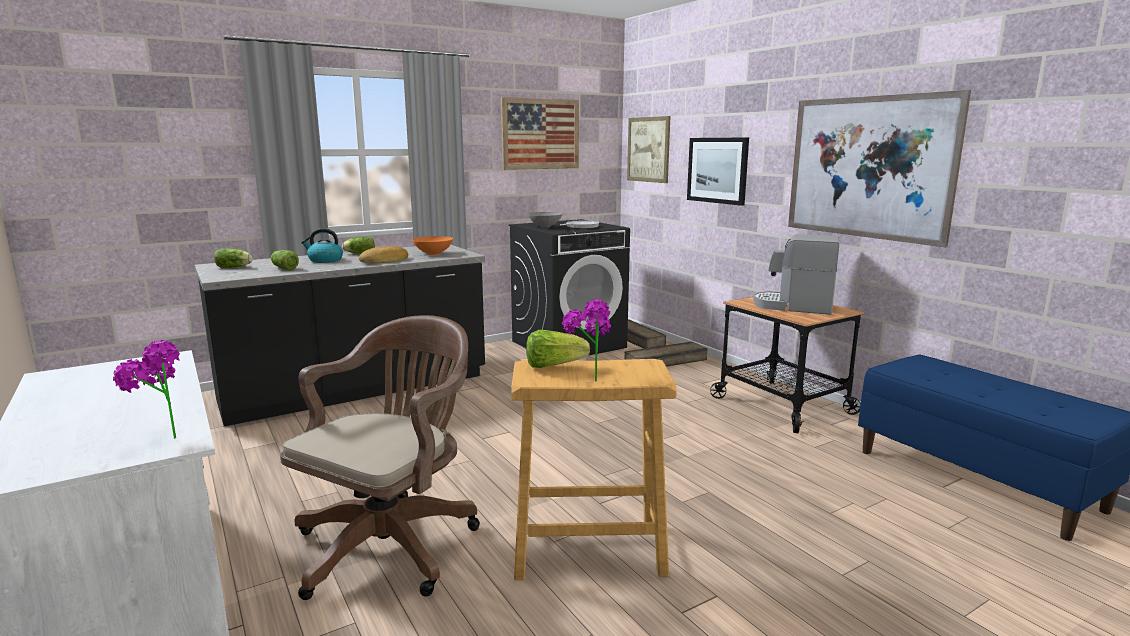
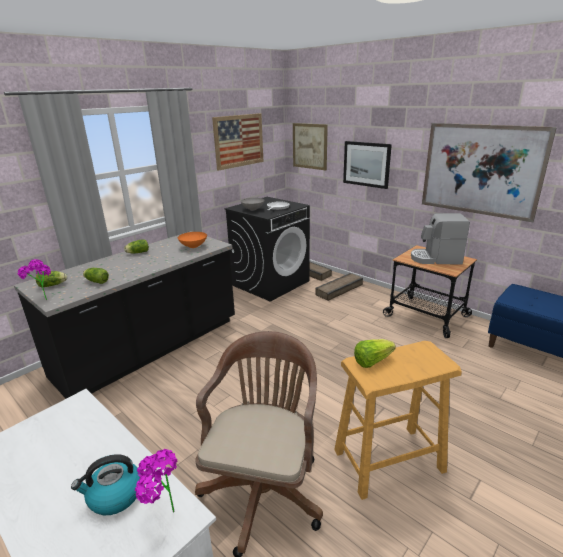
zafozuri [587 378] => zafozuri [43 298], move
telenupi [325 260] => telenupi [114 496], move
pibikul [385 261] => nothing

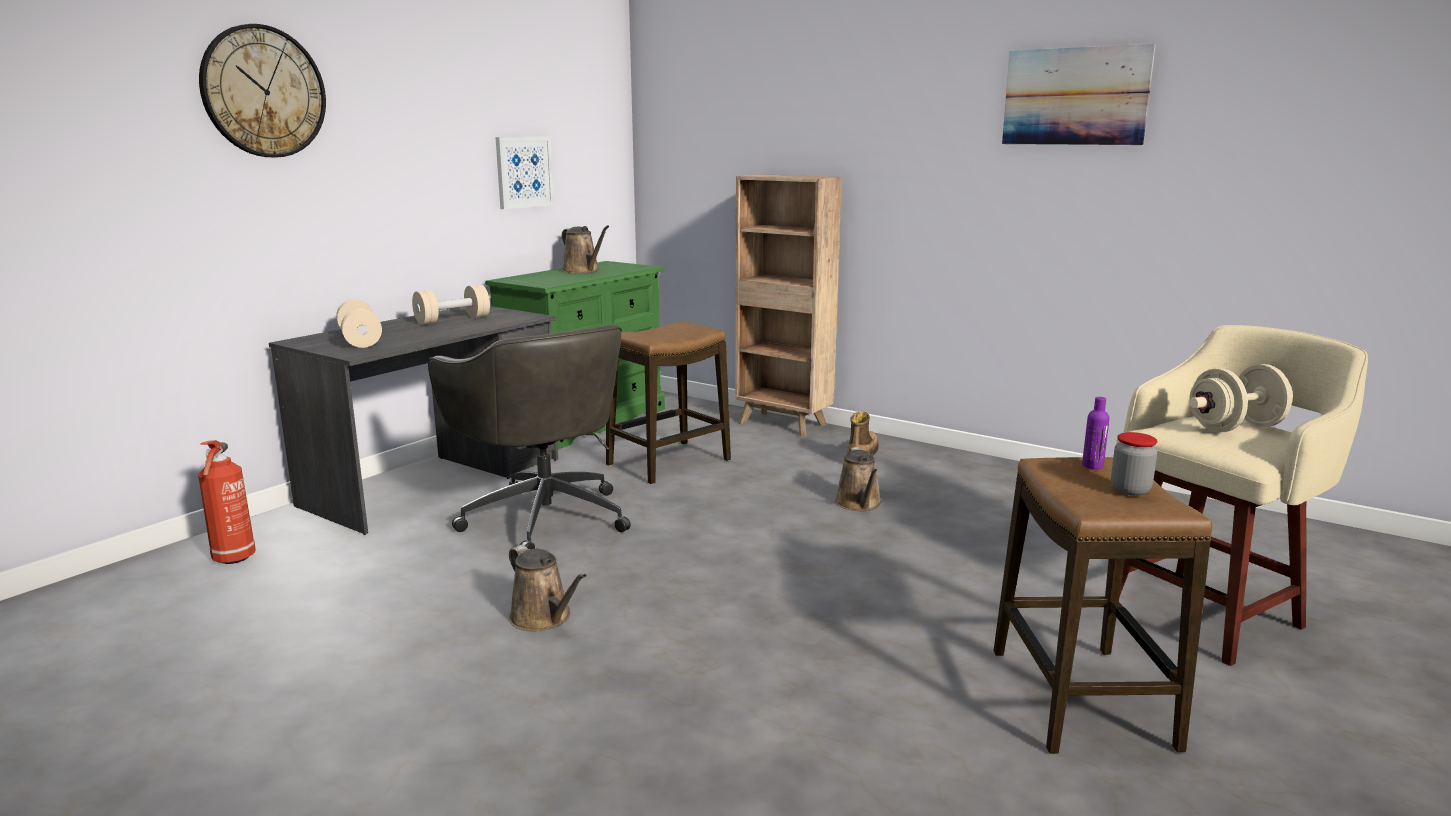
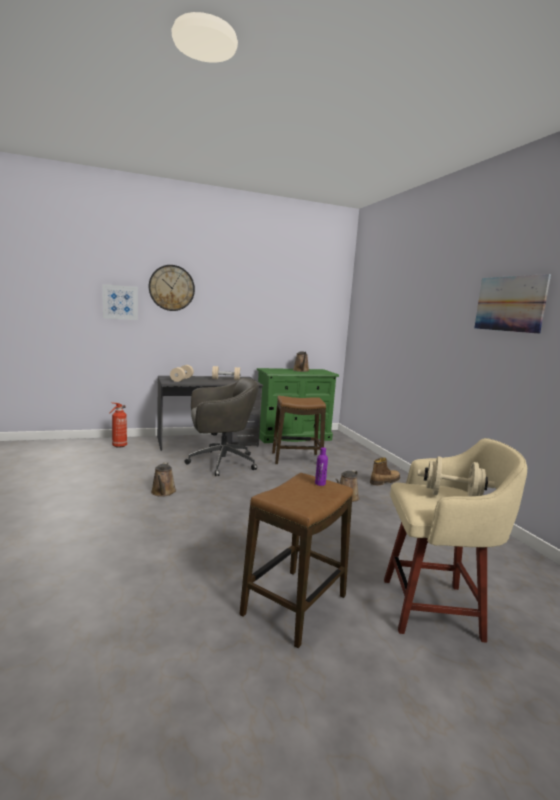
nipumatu [523 172] => nipumatu [120 302], move
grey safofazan [544 517] => grey safofazan [220 463], 105 degrees counterclockwise
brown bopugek [784 424] => nothing
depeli [1130 490] => nothing

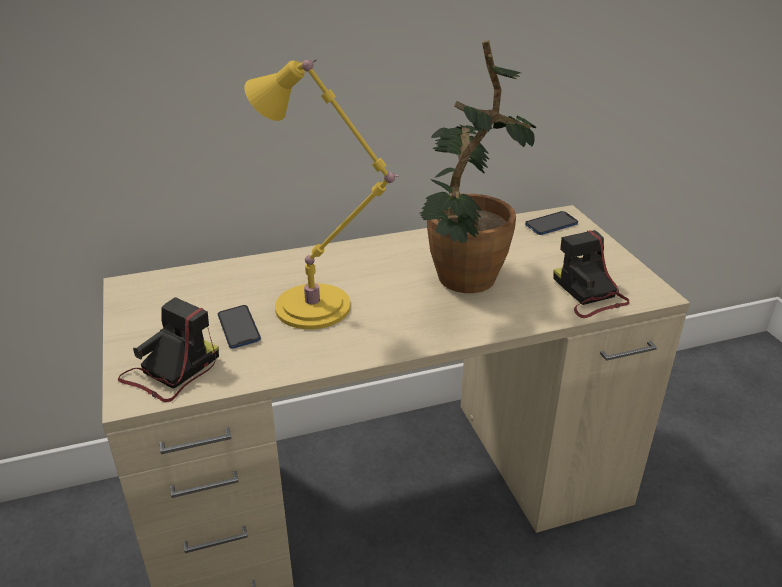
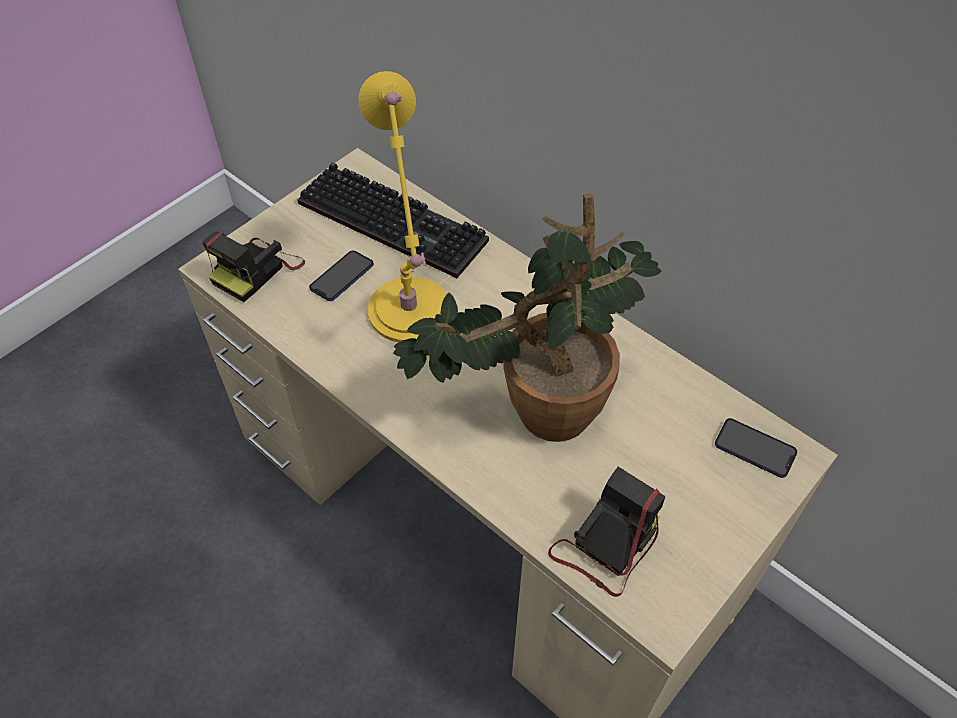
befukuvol [171 371] => befukuvol [257 270], 120 degrees clockwise
nothing => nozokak [397 221]

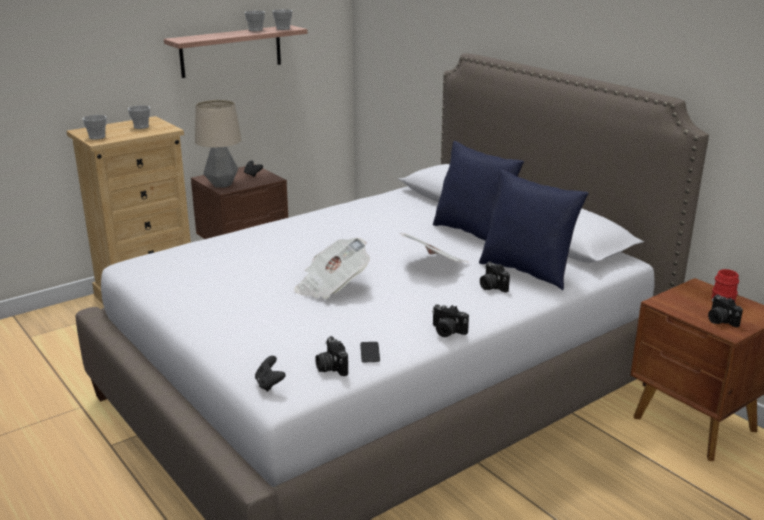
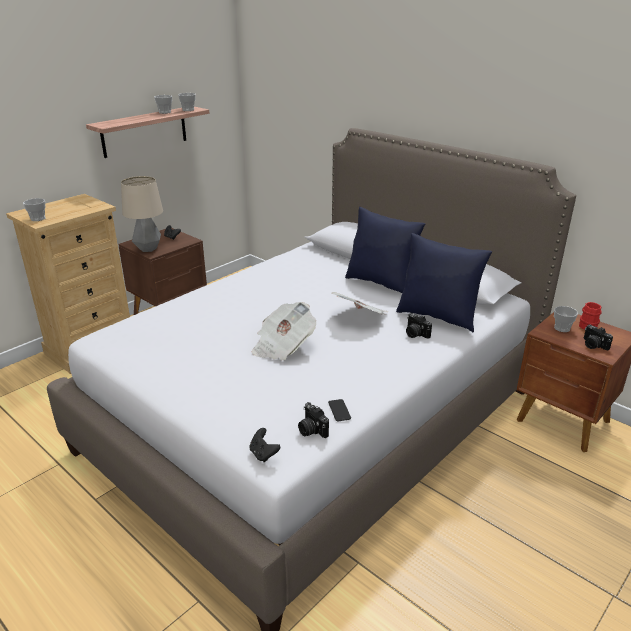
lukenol [141 127] => lukenol [562 328], move
befukuvol [447 331] => nothing

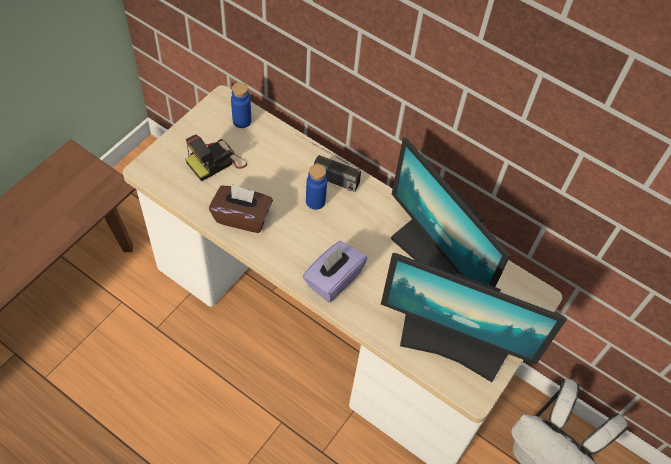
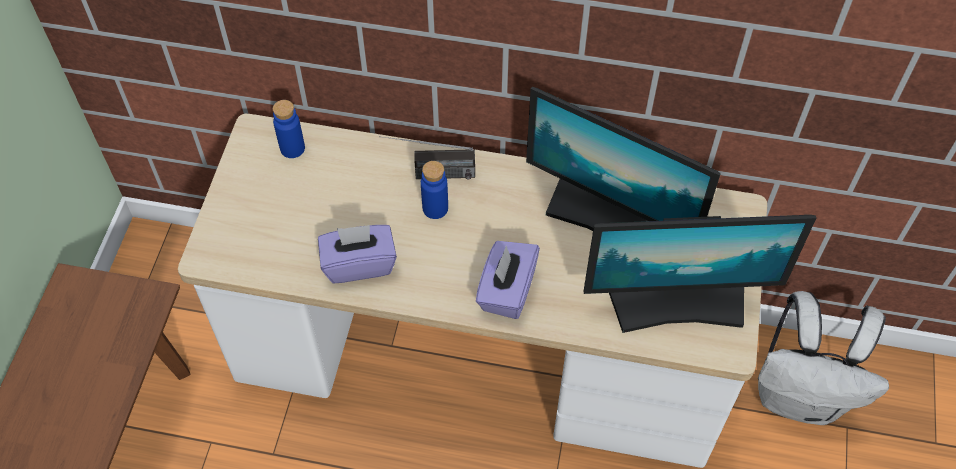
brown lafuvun [242 217] => purple lafuvun [359 264]
befukuvol [216 161] => nothing

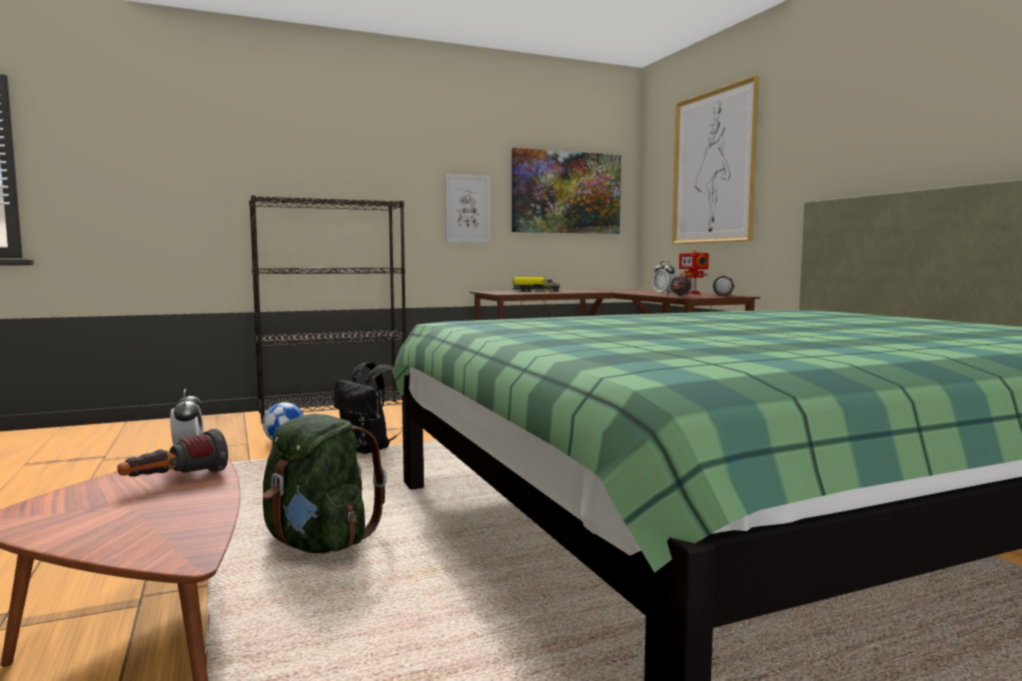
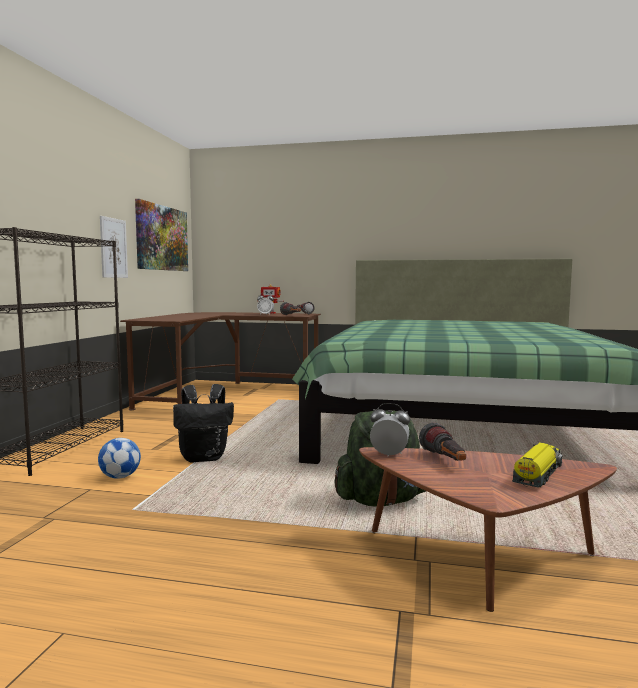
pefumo [535 291] => pefumo [538 474], move
nipumatu [713 167] => nothing

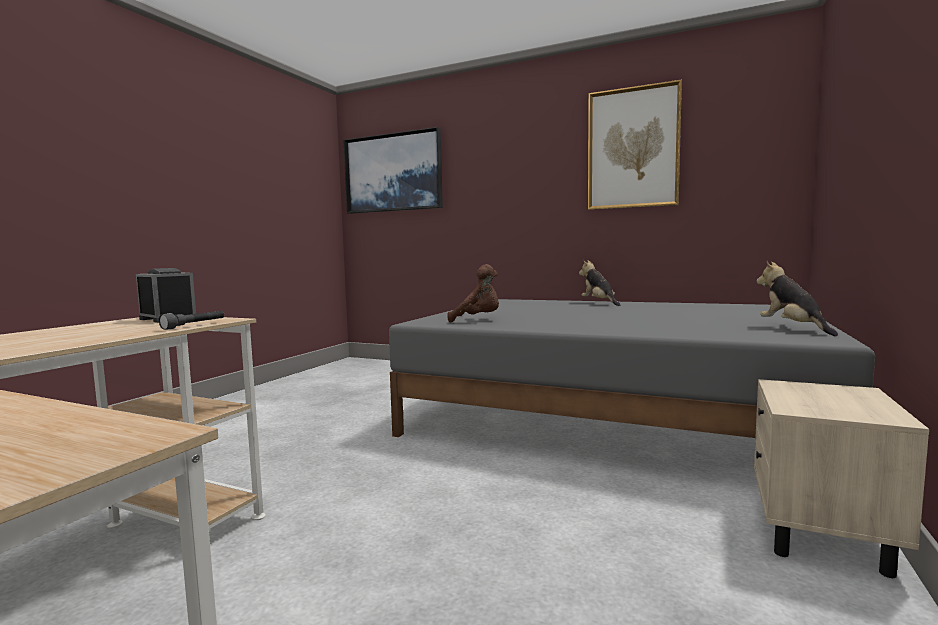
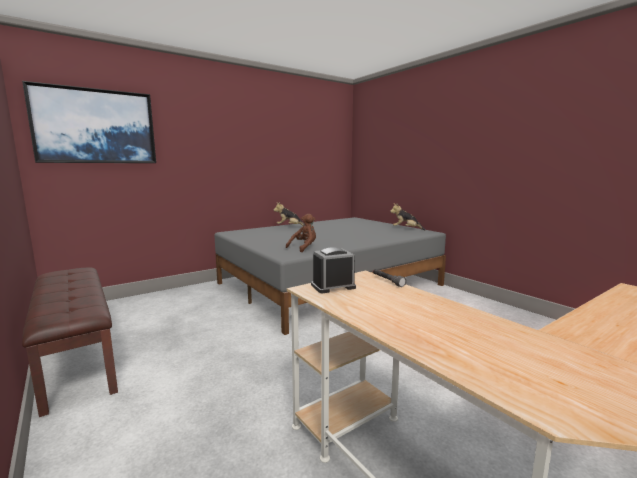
nothing => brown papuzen [76 356]
nipumatu [633 148] => nothing
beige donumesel [820 534] => nothing

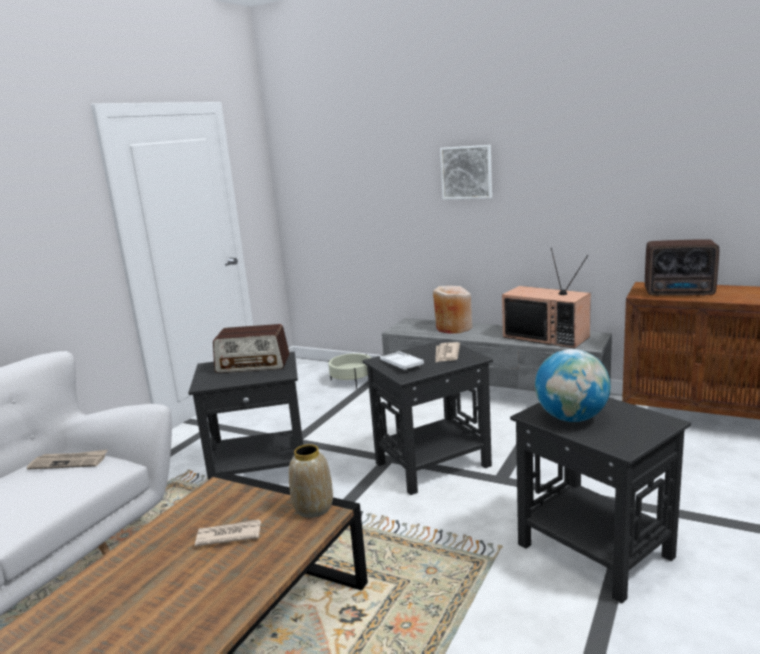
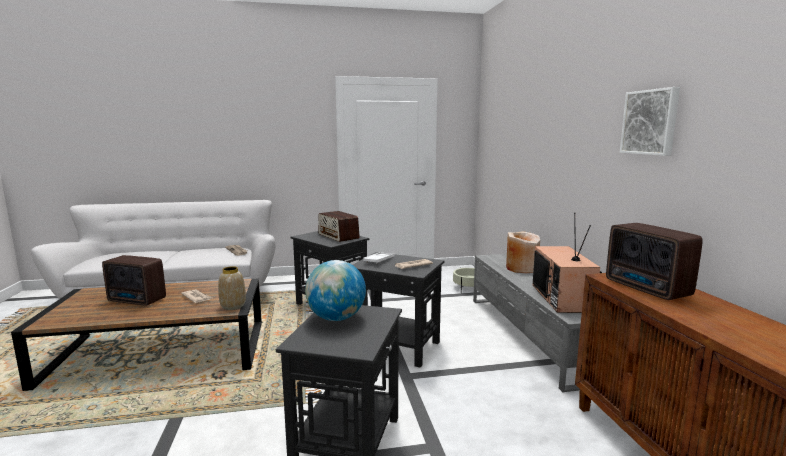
nothing => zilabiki [137 300]
nipumatu [467 172] => nipumatu [650 122], move

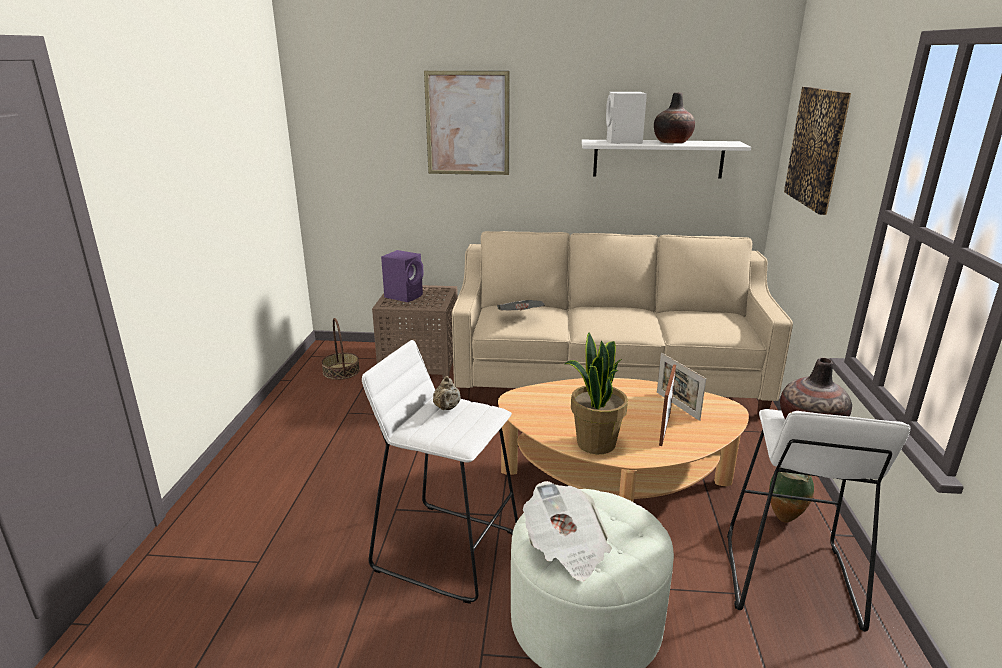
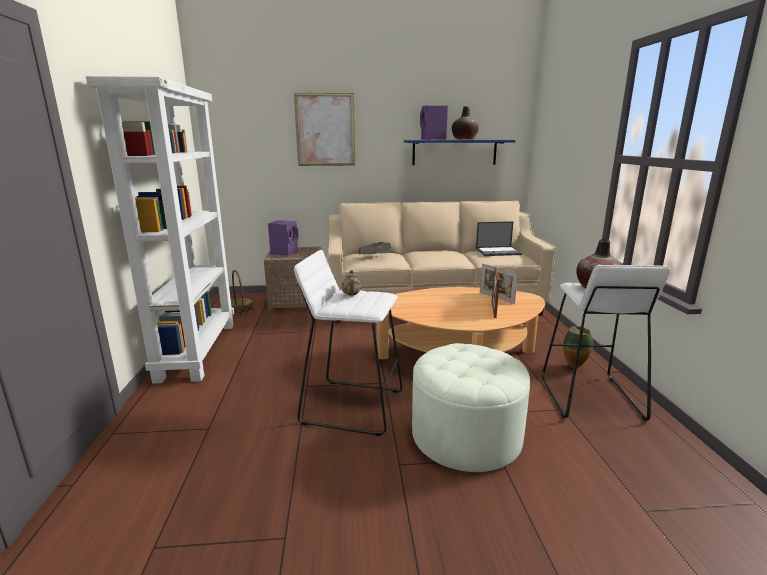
nothing => white bopugek [197 350]
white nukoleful [658 159] => blue nukoleful [454 152]
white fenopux [623 142] => purple fenopux [433 139]
nothing => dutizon [498 251]
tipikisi [566 548] => nothing
zafozuri [595 443] => nothing
nipumatu [817 148] => nothing

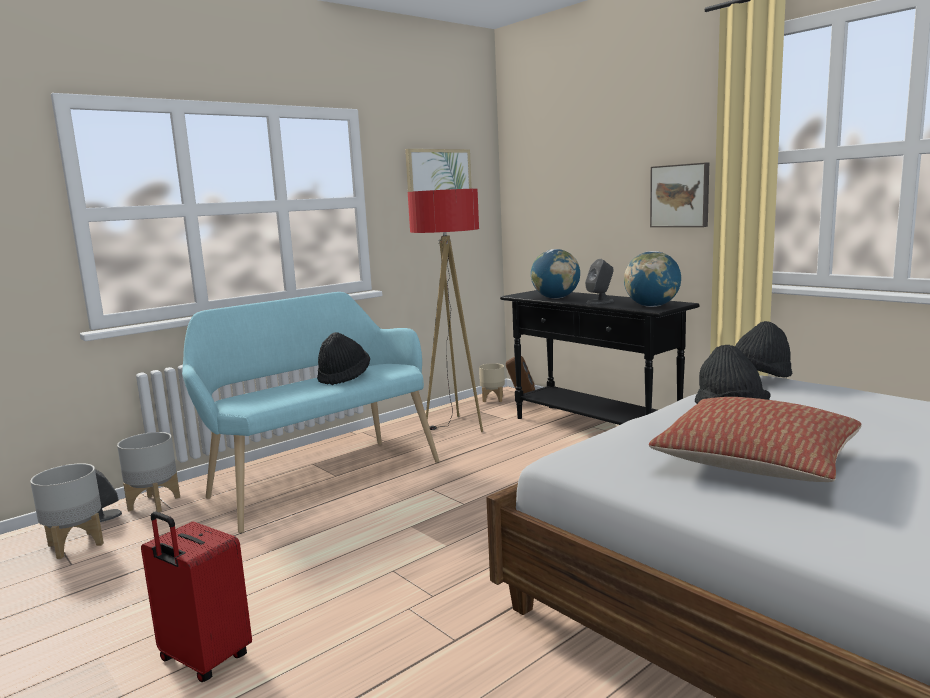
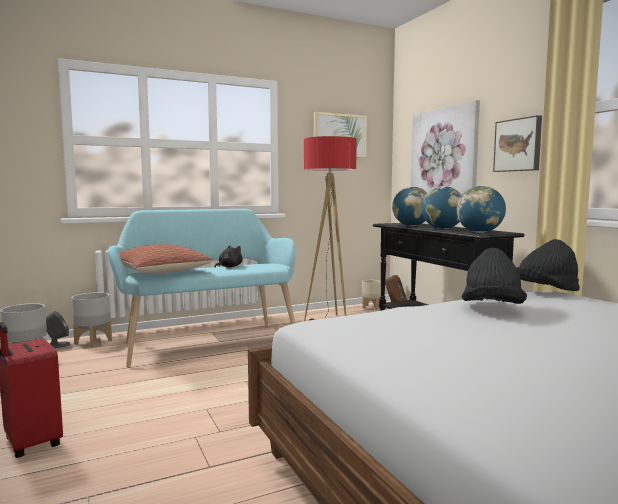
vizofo [756 462] => vizofo [161 272], move
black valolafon [344 377] => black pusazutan [229 267]
nothing => nipumatu [443 155]
grey fenopux [600 302] => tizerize [442 229]

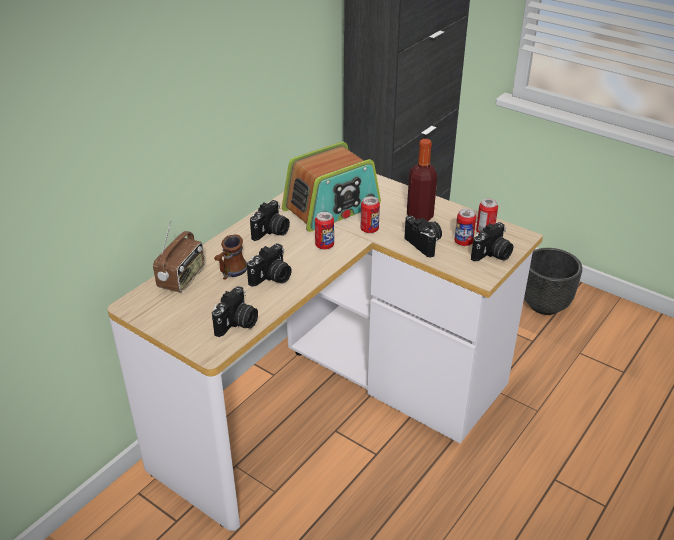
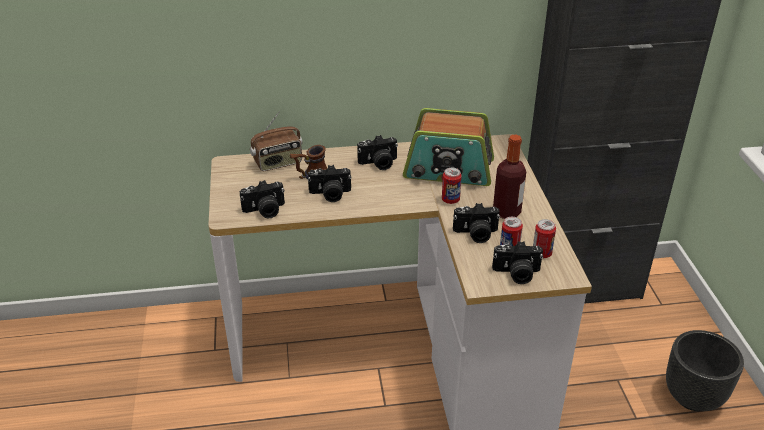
befukuvol [425 244] => befukuvol [476 234], 75 degrees clockwise
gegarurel [324 245] => nothing

